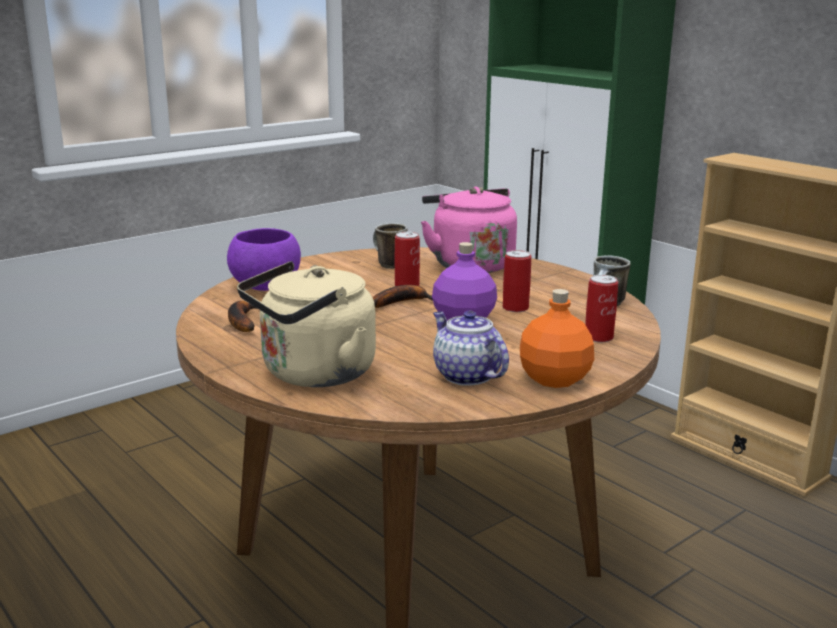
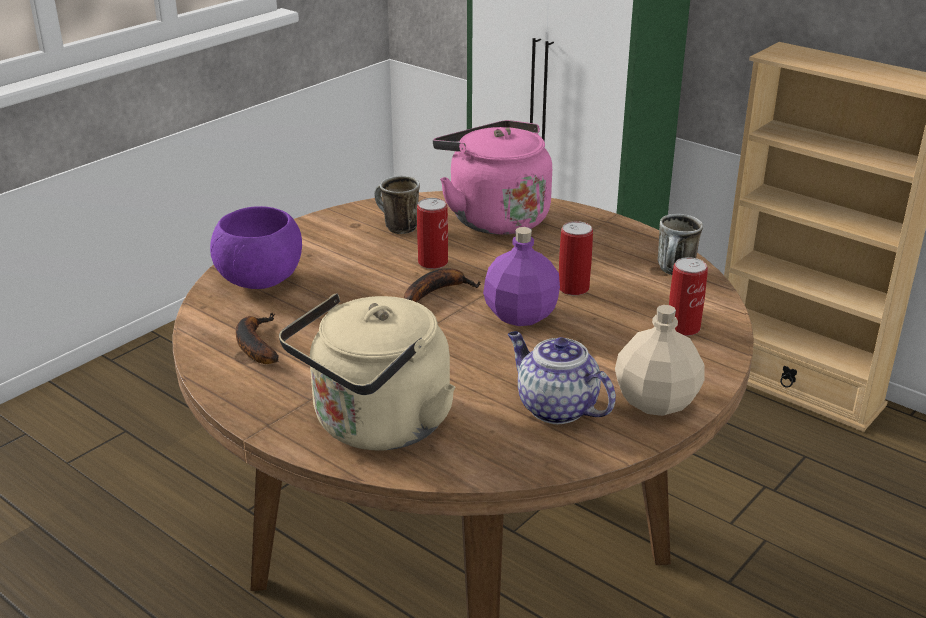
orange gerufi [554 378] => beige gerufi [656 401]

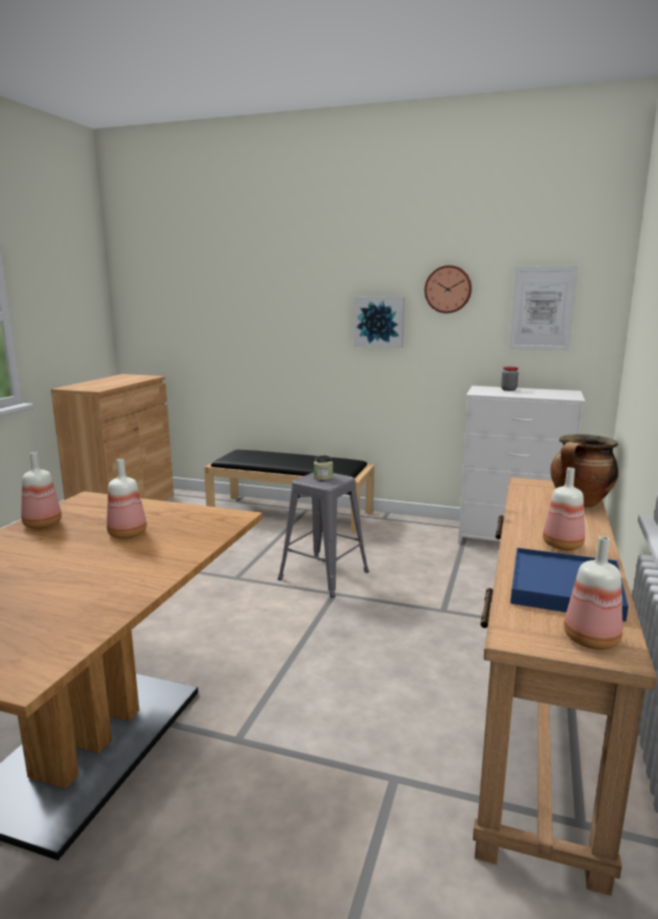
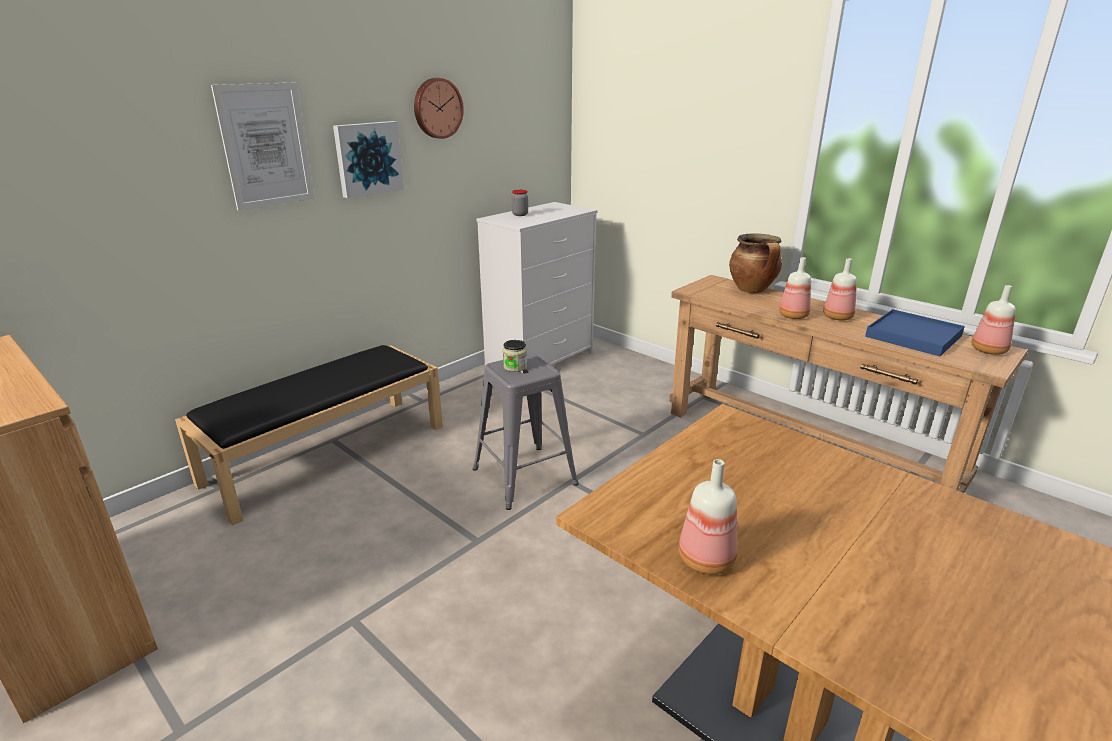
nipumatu [542 308] => nipumatu [266 146], move
gerufi [128 534] => gerufi [792 315], move

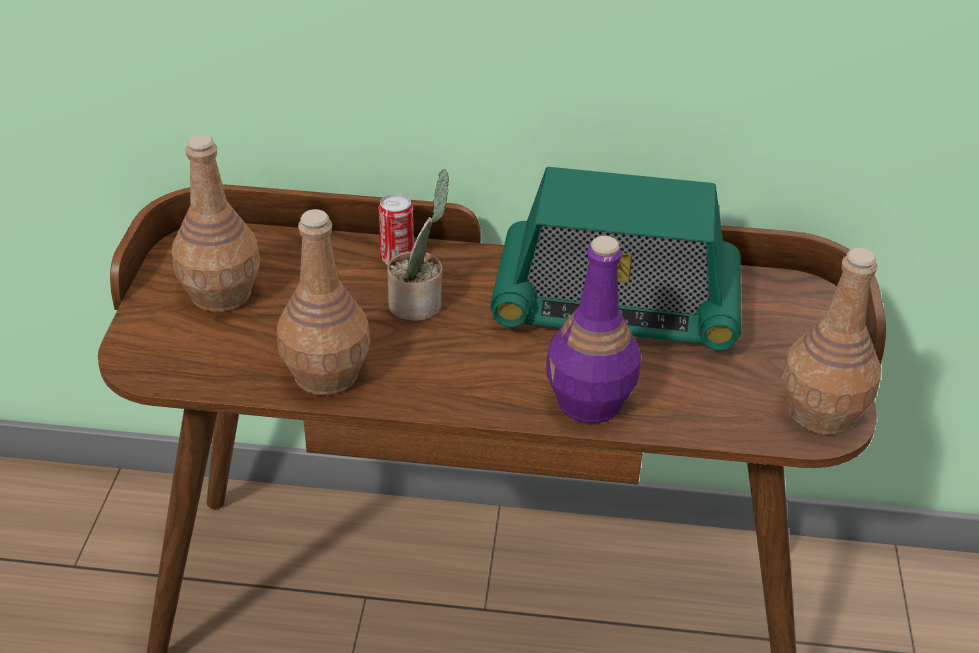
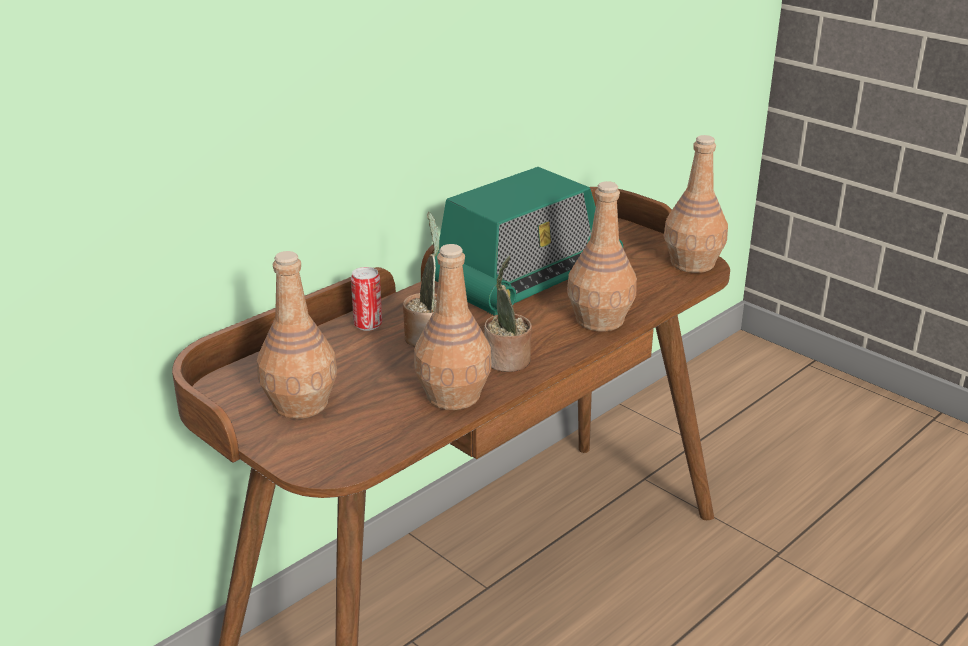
nothing => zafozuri [507 362]
purple gerufi [590 402] => brown gerufi [600 320]

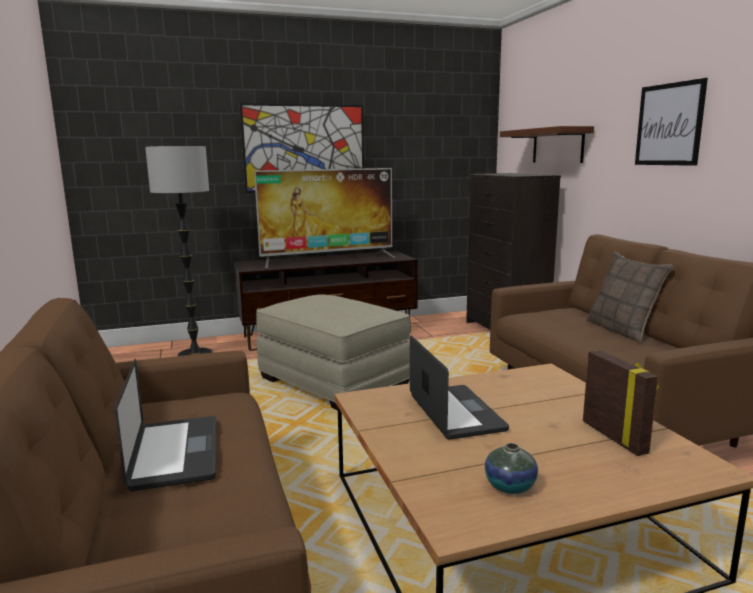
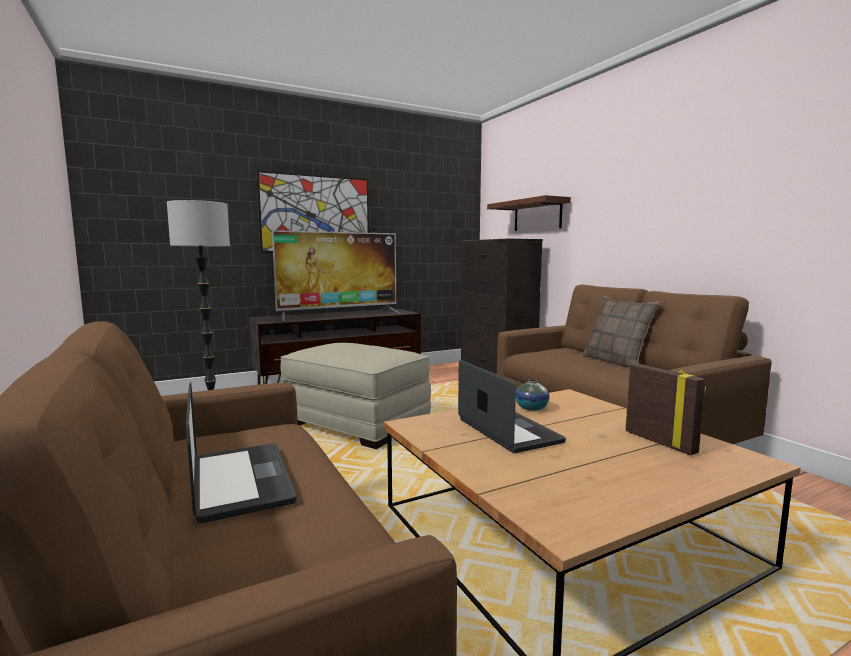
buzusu [510 486] => buzusu [531 408], move
nipumatu [669 124] => nothing

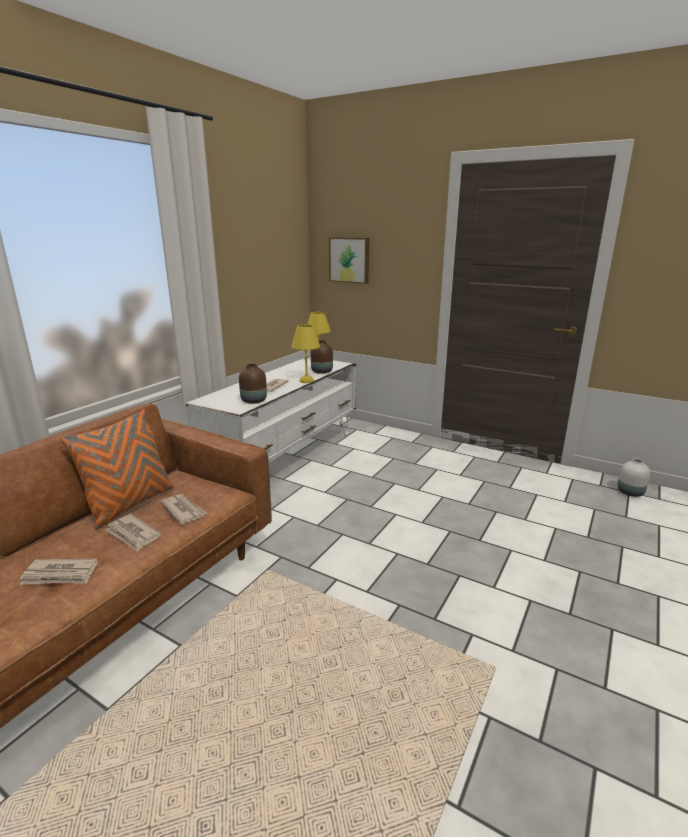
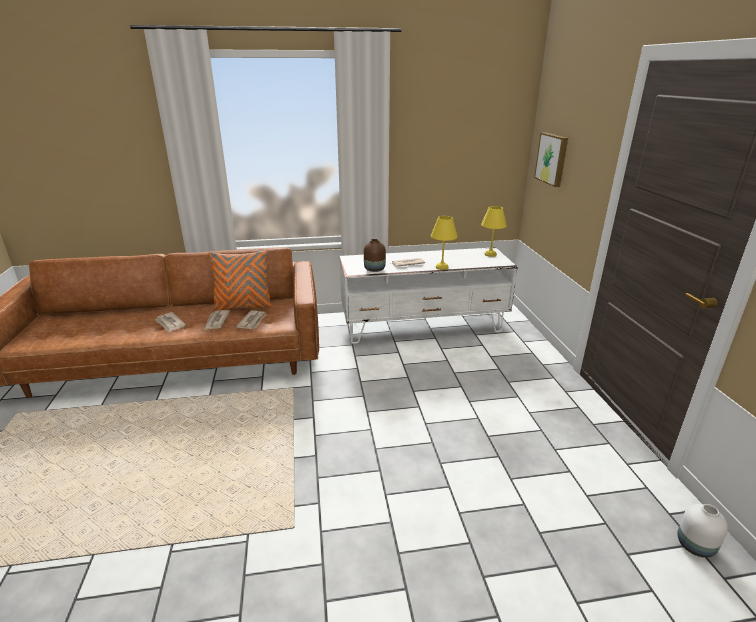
brown buzusu [321 372] => nothing

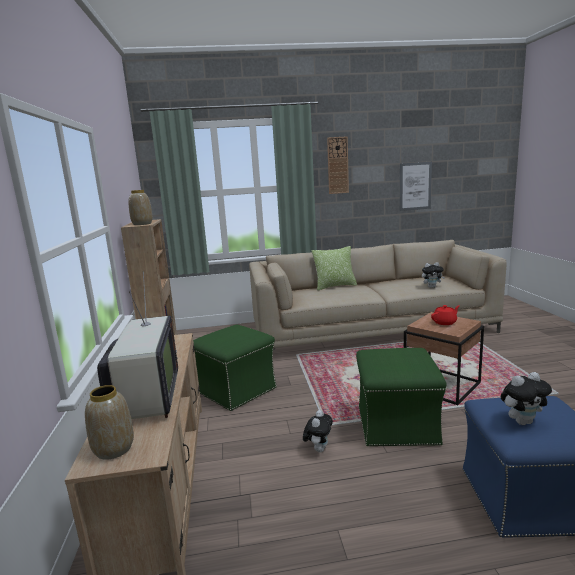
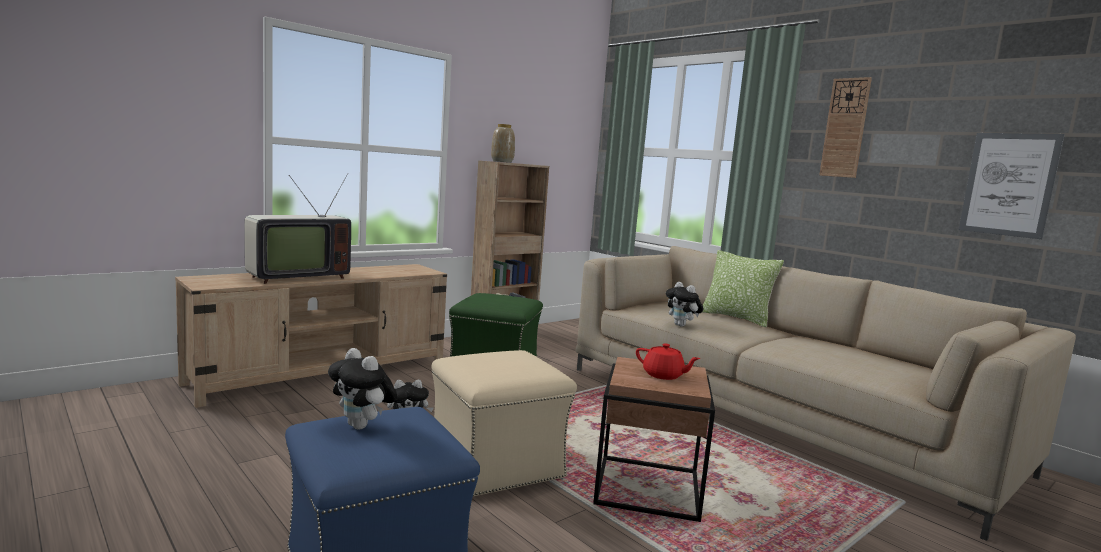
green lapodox [396 424] => beige lapodox [497 464]
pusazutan [432 287] => pusazutan [682 325], move
buzusu [113 449] => nothing

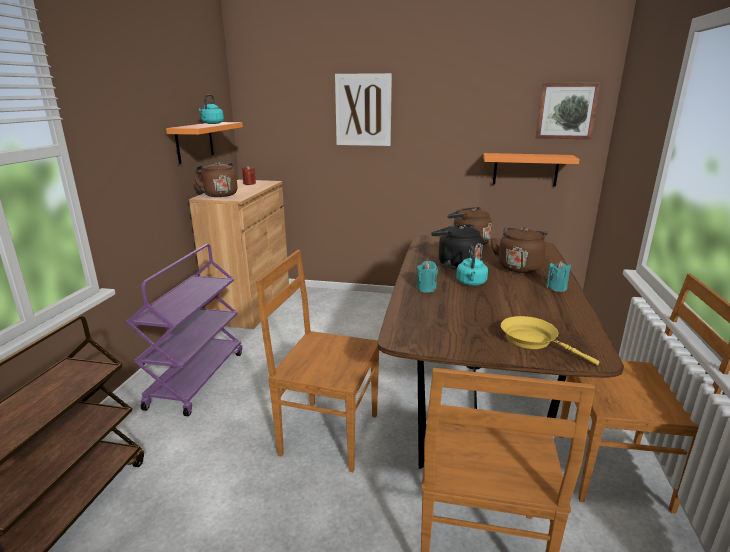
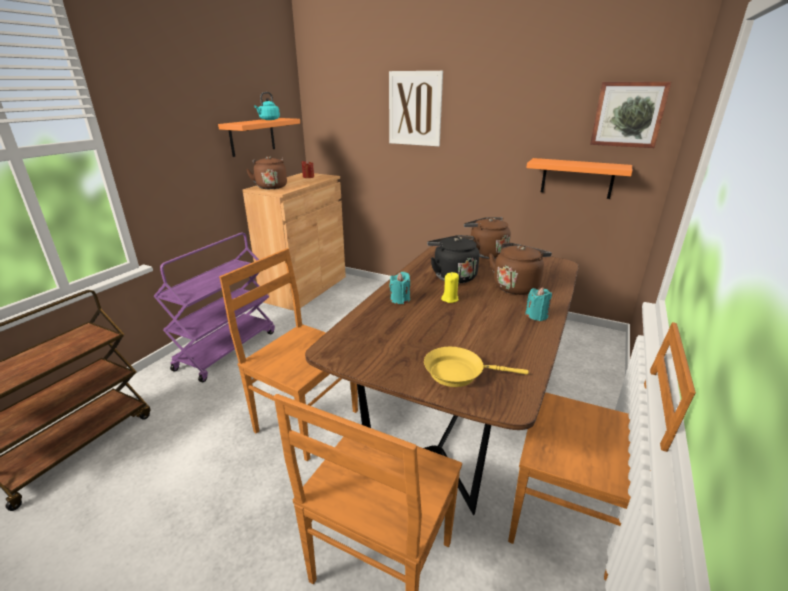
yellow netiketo [533 340] => yellow netiketo [458 373], 60 degrees counterclockwise
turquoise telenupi [471 283] => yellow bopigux [450 299]

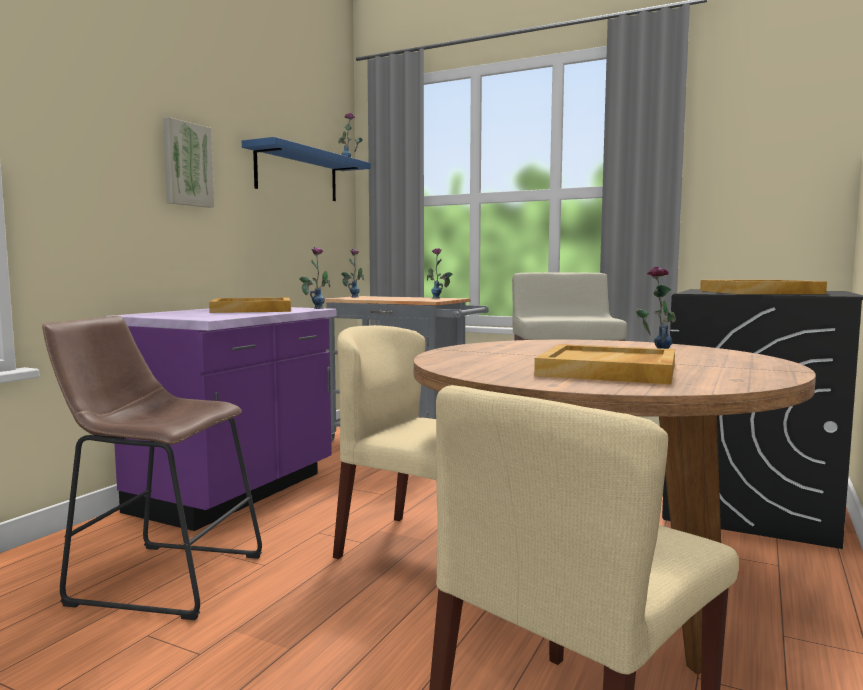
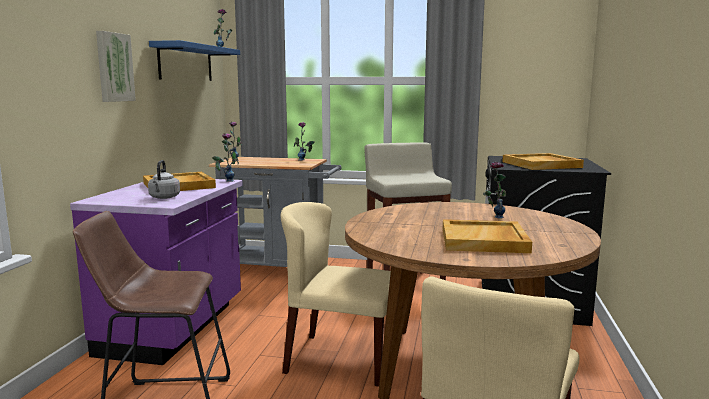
nothing => grey telenupi [164 197]

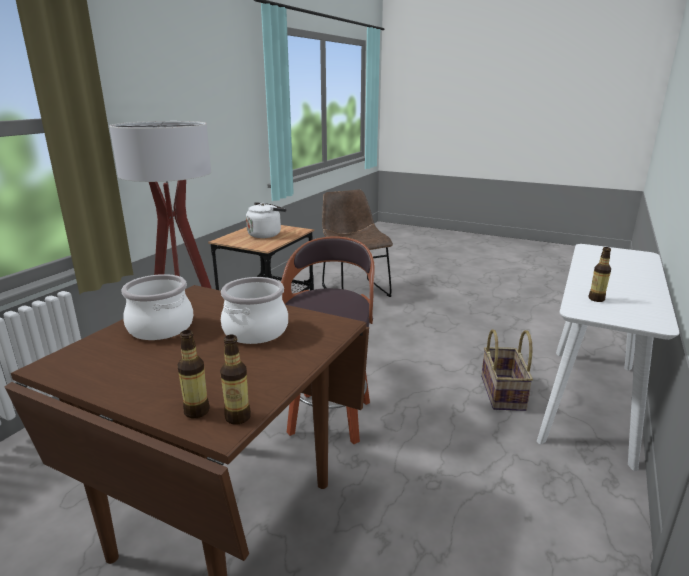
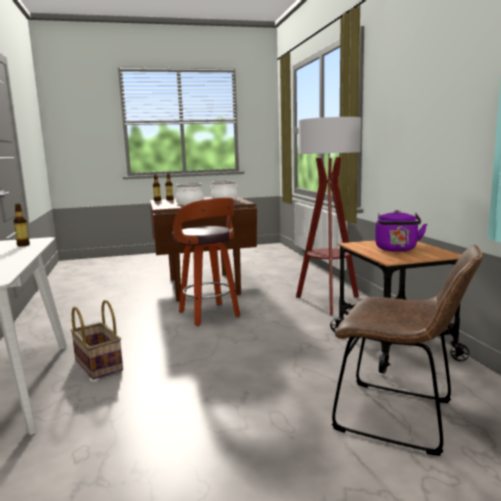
white telenupi [266 234] => purple telenupi [396 249]

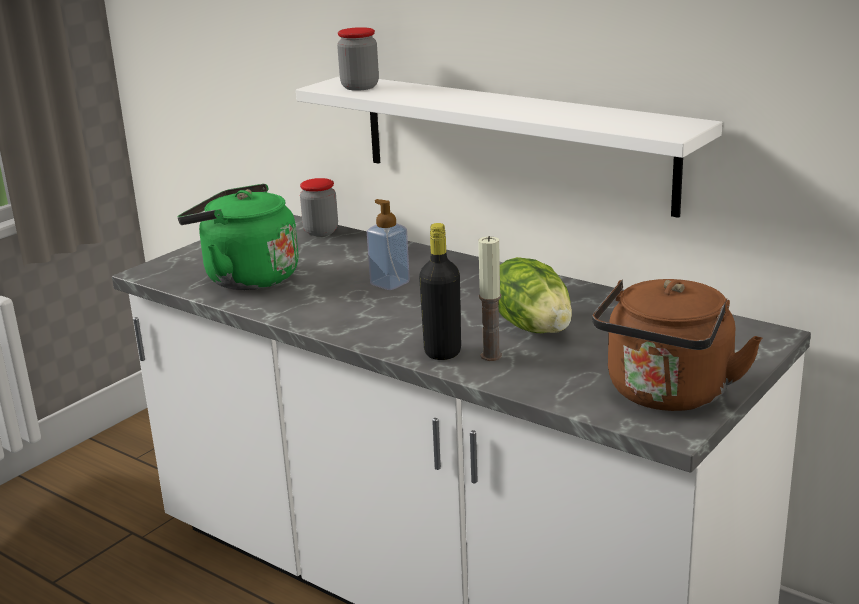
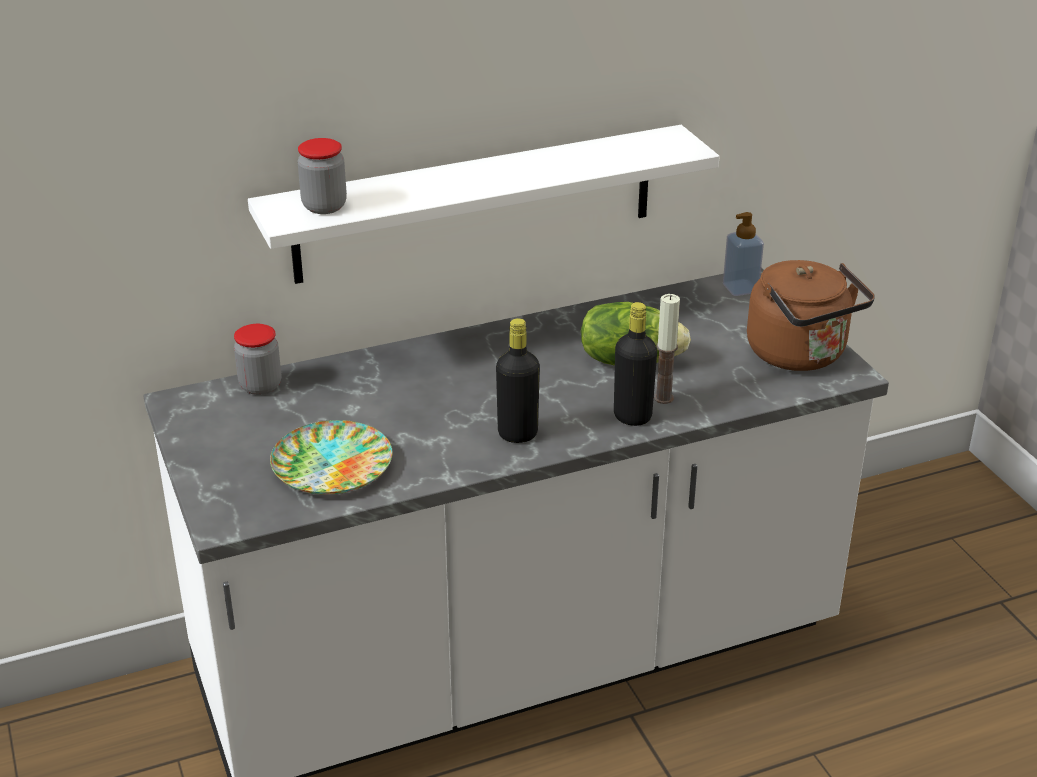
green telenupi [246 278] => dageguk [331 465]
nothing => black gerufi [517 434]
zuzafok [390 283] => zuzafok [740 288], move

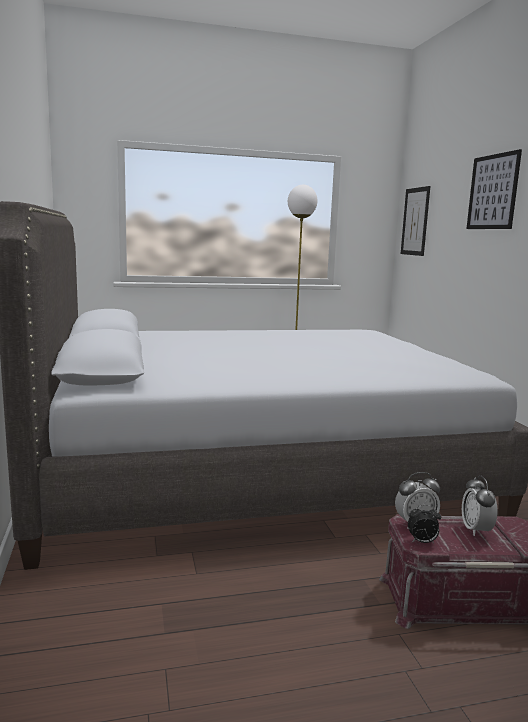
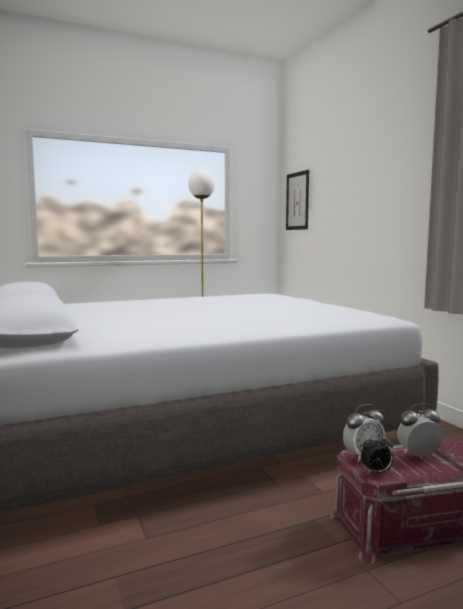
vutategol [476 530] => vutategol [418 455], 90 degrees clockwise
nipumatu [493 192] => nothing

